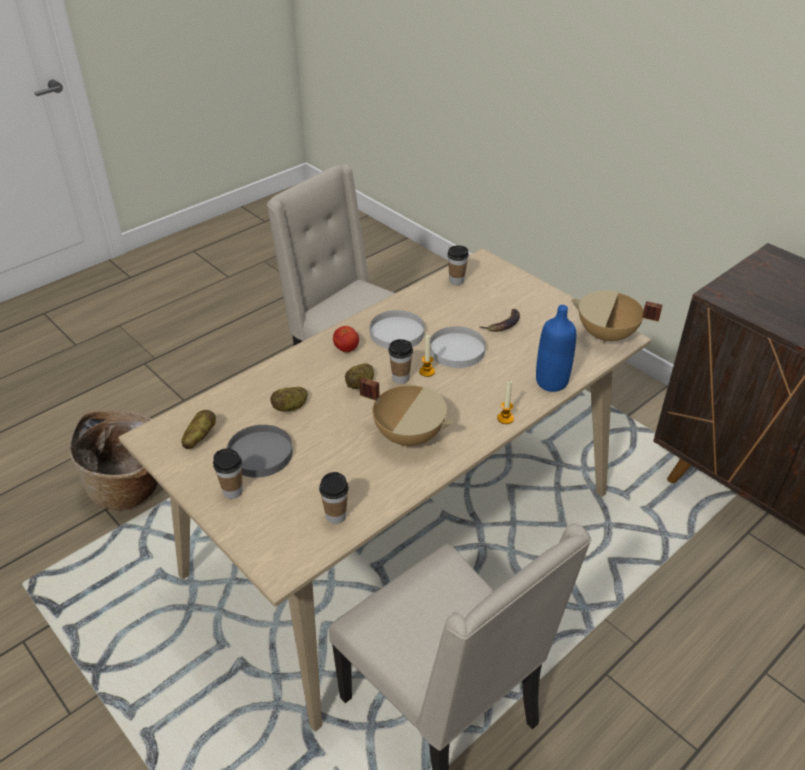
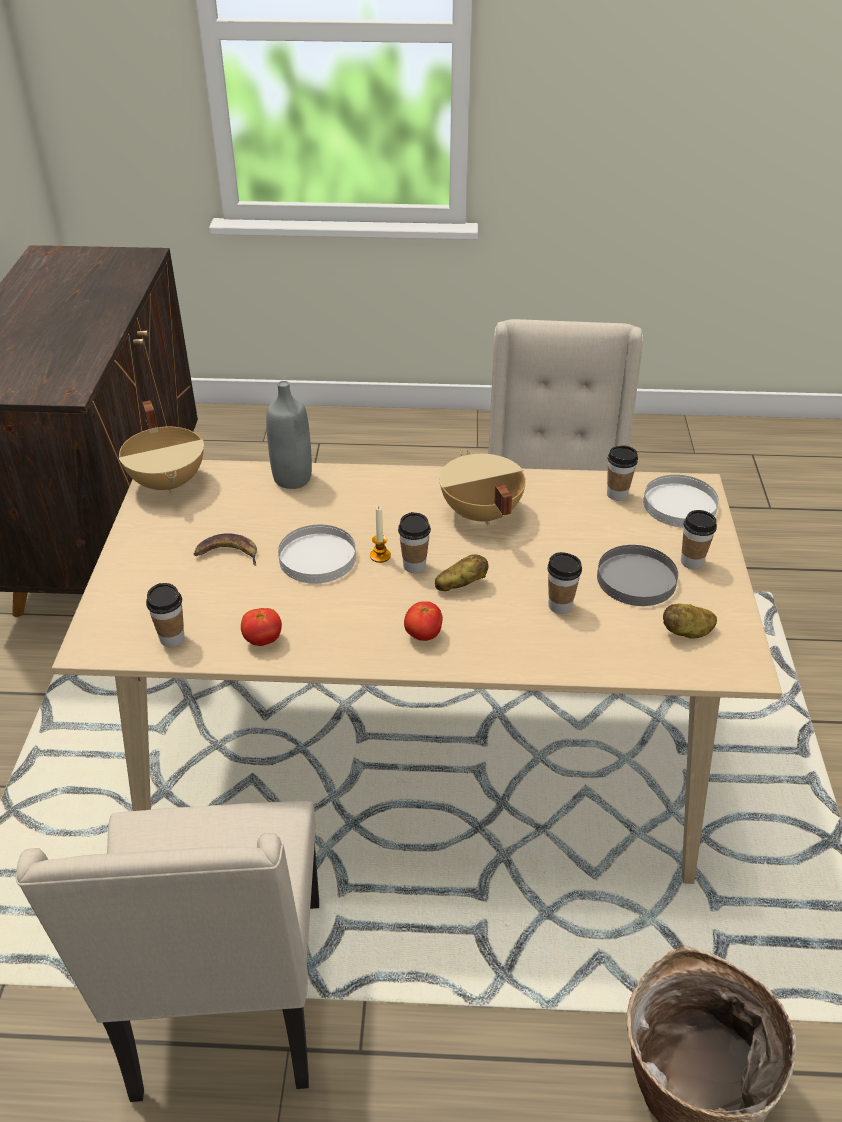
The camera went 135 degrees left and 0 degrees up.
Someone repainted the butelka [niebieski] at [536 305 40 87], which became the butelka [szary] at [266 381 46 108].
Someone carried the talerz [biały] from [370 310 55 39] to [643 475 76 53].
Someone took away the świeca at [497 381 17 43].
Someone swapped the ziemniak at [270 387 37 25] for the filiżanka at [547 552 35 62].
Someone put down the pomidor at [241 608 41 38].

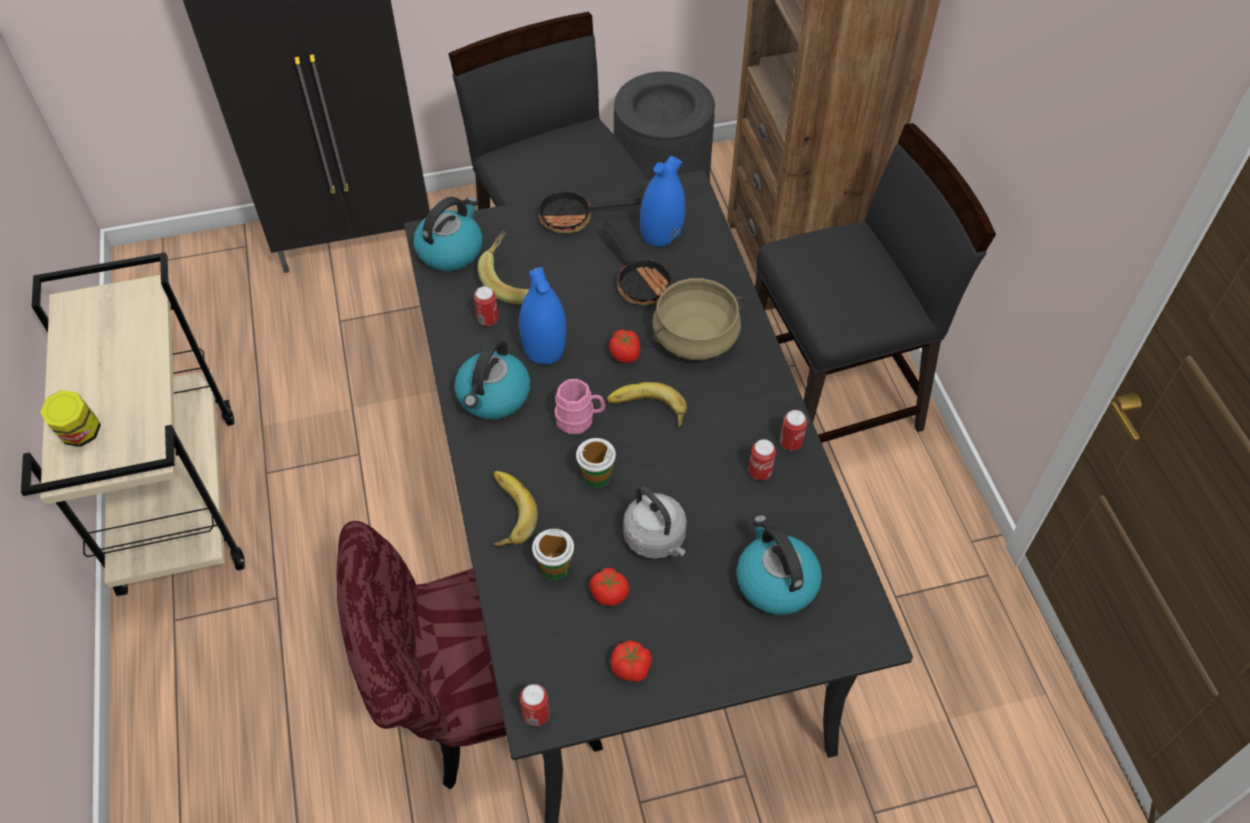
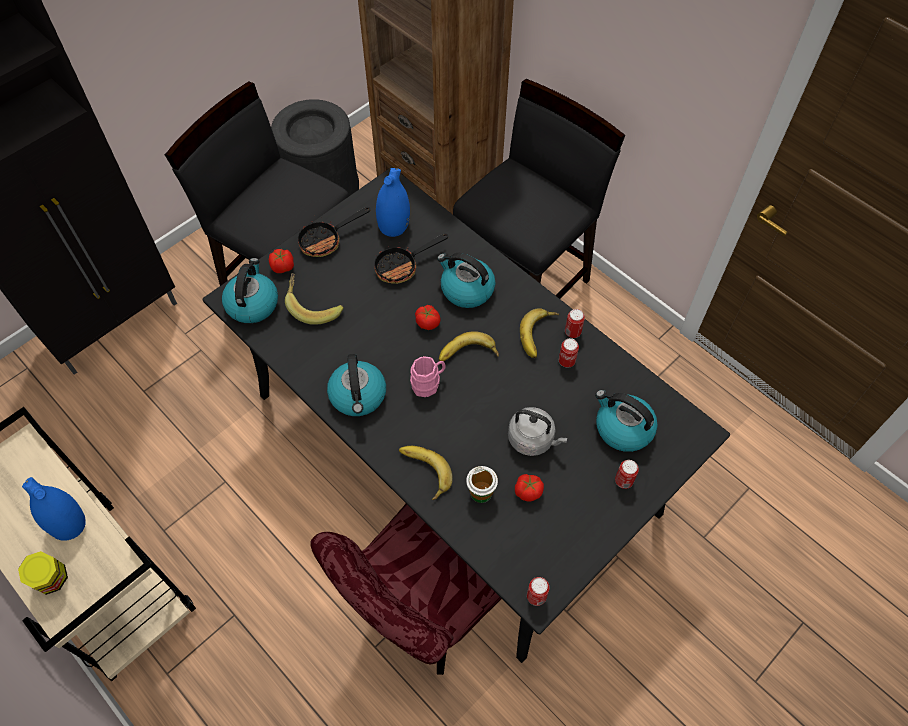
The camera went 30 degrees left and 5 degrees up.
Someone rotated the patelnia at [603 223 72 82] by 120 degrees clockwise.
Someone carried the wazon [niebieski] from [519 267 47 97] to [22 477 64 64].
Someone swapped the garnek [beżowy] at [653 278 92 82] for the czajnik at [437 253 59 55].
Someone carried the puszka from [474 286 25 40] to [615 460 24 29].
Someone took away the filiżanka at [576 438 40 50].
Someone carried the pomidor from [611 640 41 42] to [269 249 25 24].
Someone put down the banan at [520 308 39 50].

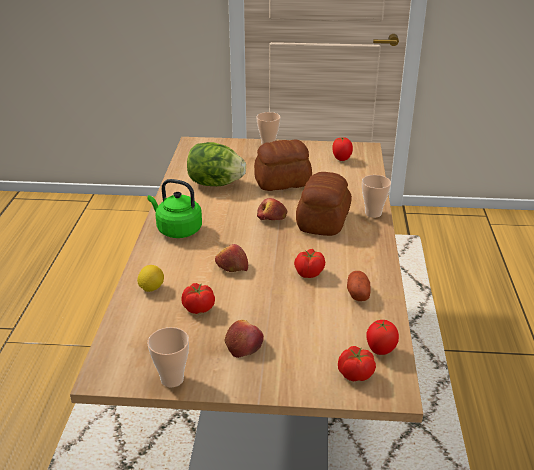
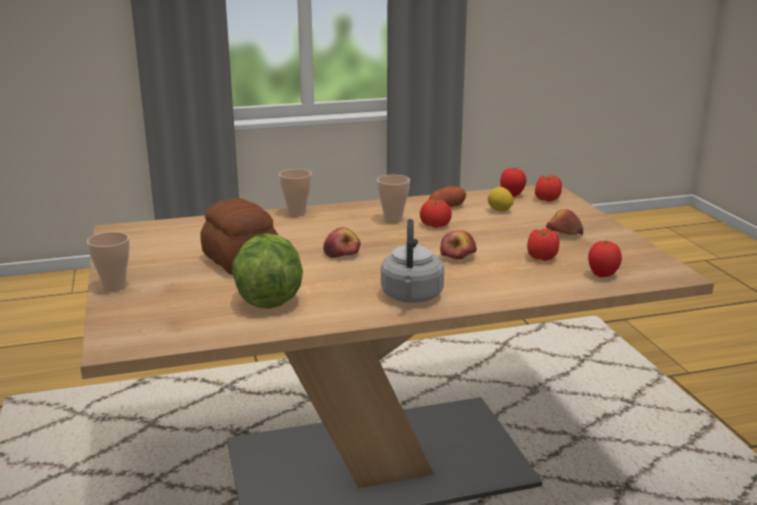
The camera went 110 degrees left and 10 degrees down.
Someone carried the pomidor from [332 137 21 24] to [588 241 34 36].
Someone took away the chleb at [296 172 56 64].
Someone repainted the czajnik [zielony] at [148 179 54 59], which became the czajnik [szary] at [381 219 63 84].
Someone carried the cytryna from [137 265 27 27] to [488 187 26 25].
Someone carried the filiżanka from [148 327 41 60] to [377 175 33 48].

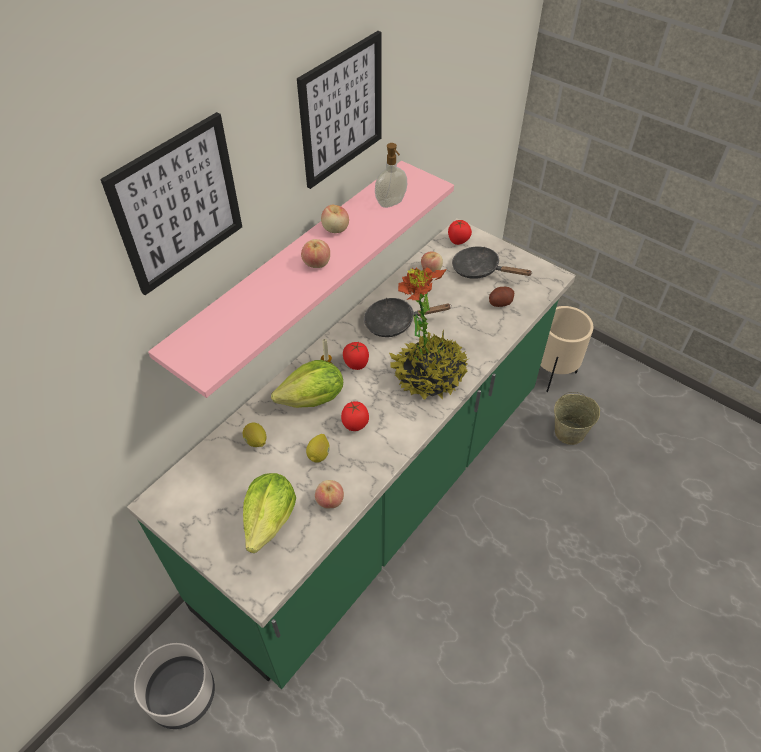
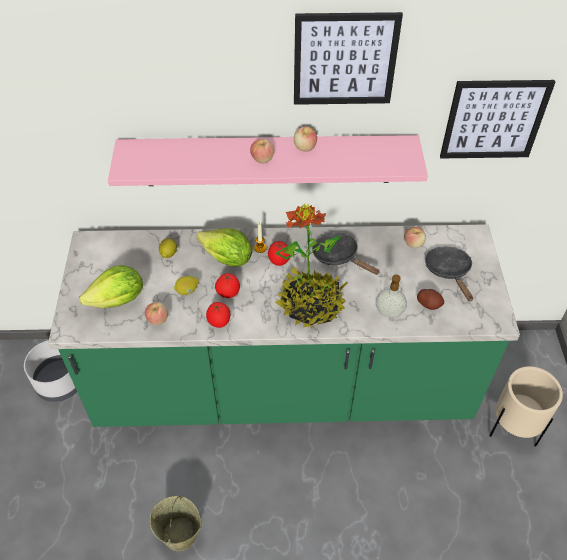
The camera went 50 degrees right and 0 degrees up.
Someone carried the obraz from [100 112 142 183] to [440 80 115 79].
Someone carried the dozownik mydła from [375 143 32 65] to [376 274 31 44].
Someone carried the pomidor from [448 220 24 25] to [206 302 24 26].
Someone carried the wiadro [beżowy] from [554 392 46 53] to [150 496 52 55].

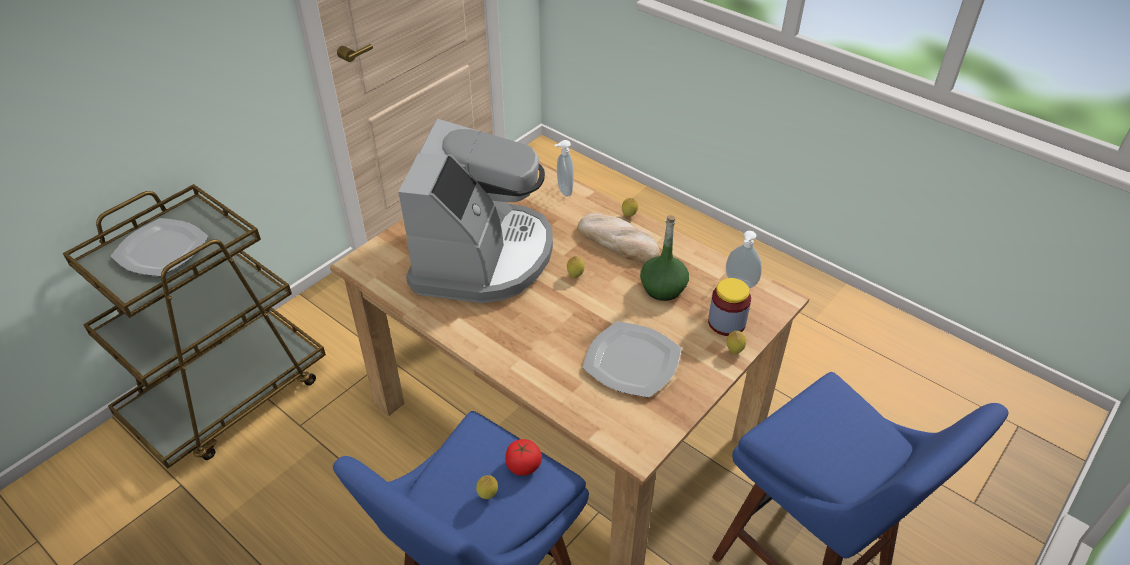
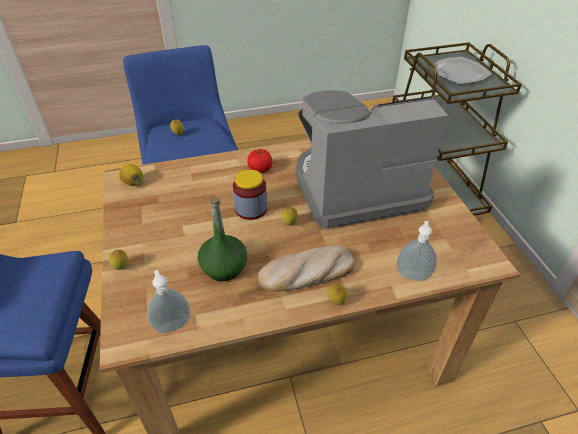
The camera went 125 degrees right and 0 degrees up.
Someone rotated the ekspres do kawy at [398 119 155 184] by 120 degrees clockwise.
Someone carried the słoik from [708 278 43 58] to [233 169 34 51].
Someone took away the talerz at [582 321 99 76].
Someone carried the pomidor from [505 439 37 37] to [247 149 25 24].
Someone put down the cytryna at [119 164 24 22].

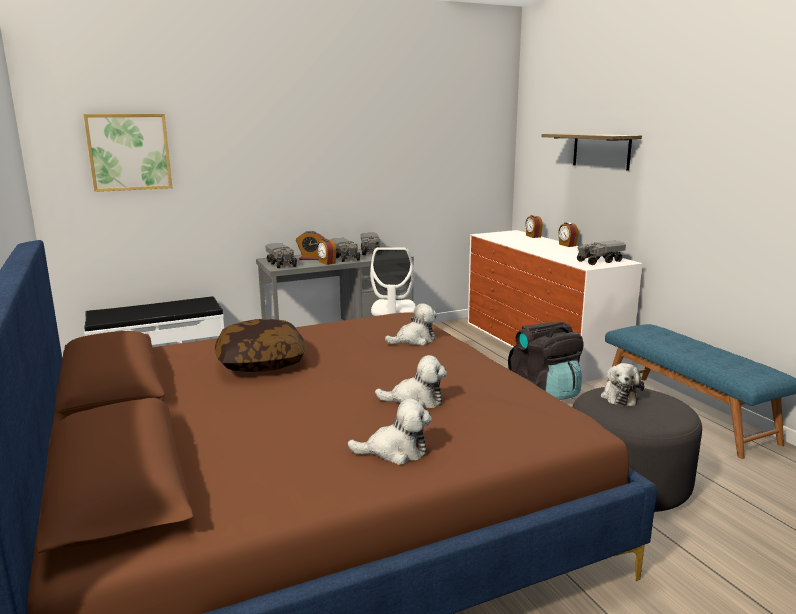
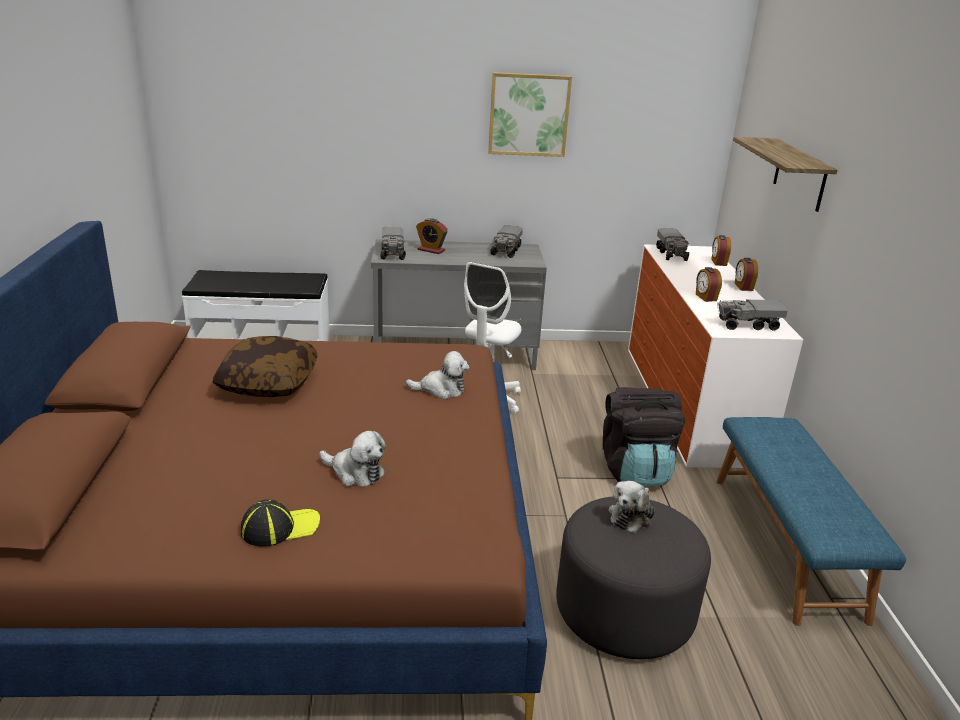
The camera went 20 degrees right and 10 degrees up.
Someone carried the obraz from [83 114 89 78] to [488 72 84 85].
Someone carried the ciężarówka zabawkowa from [331 238 29 24] to [656 228 33 33].
Someone carried the budzik from [317 239 19 26] to [696 267 26 35].
Someone swapped the pluszak at [347 398 85 67] for the czapka z daszkiem at [241 499 79 48].

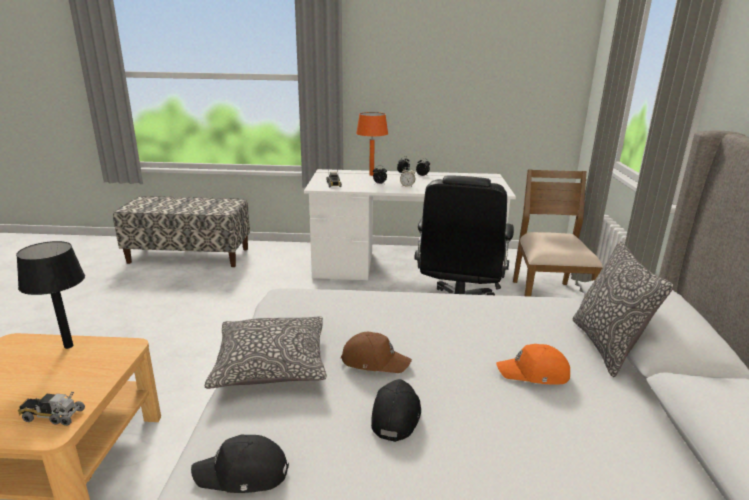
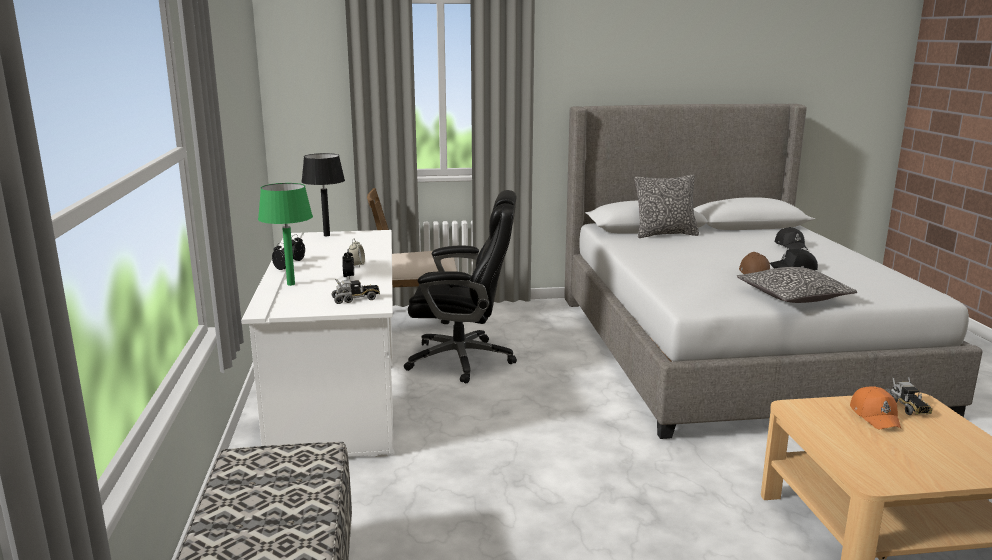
The camera went 100 degrees left and 5 degrees down.
Someone repainted the lampa stołowa [pomarańczowy] at [356 112 32 64], which became the lampa stołowa [zielony] at [258 183 55 103].
Someone carried the lampa stołowa [czarny] from [16 241 69 108] to [301 153 44 83].
Someone carried the czapka z daszkiem [pomarańczowy] from [496 344 74 40] to [850 387 51 42].
Someone carried the czapka z daszkiem [czarny] from [191 435 98 58] to [775 227 33 23].

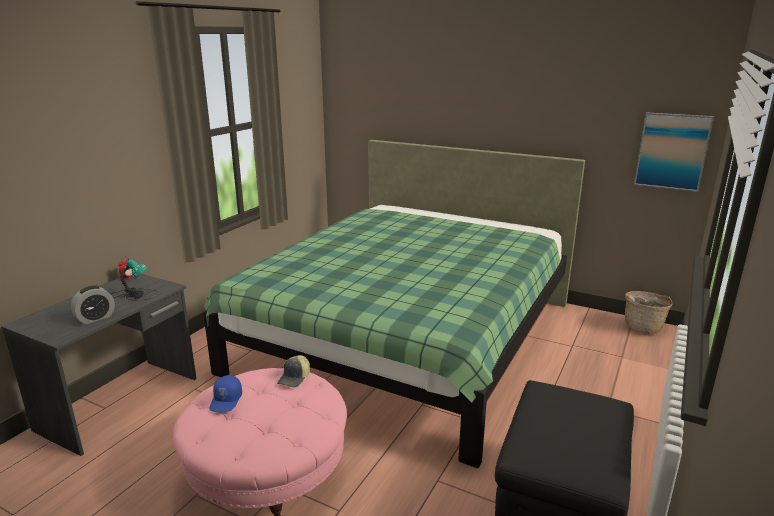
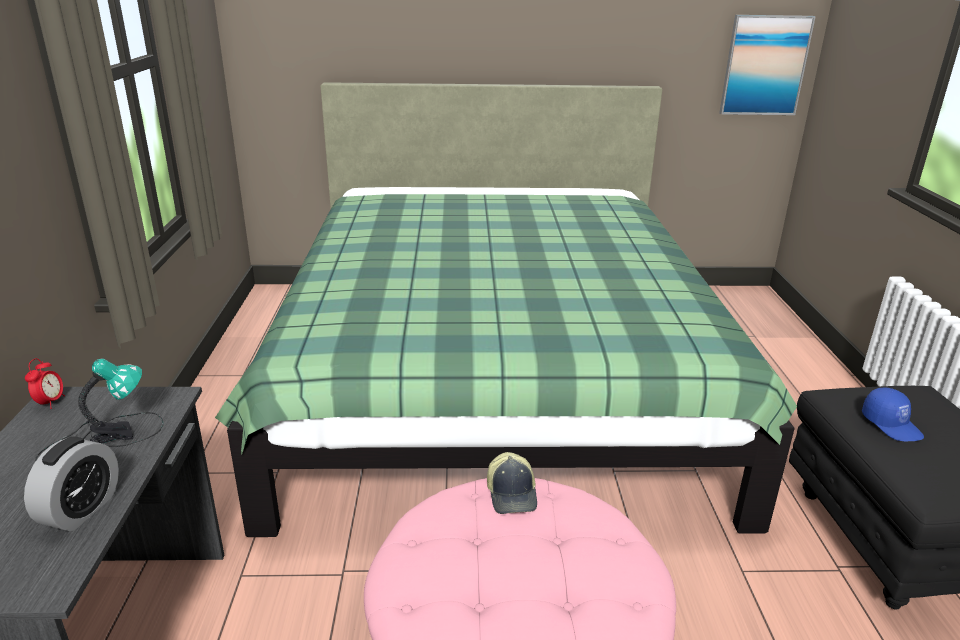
The camera went 30 degrees left and 5 degrees up.
Someone took away the koszyk at [625 291 48 43].
Someone carried the czapka z daszkiem [niebieski] from [210 375 32 38] to [862 388 62 53].

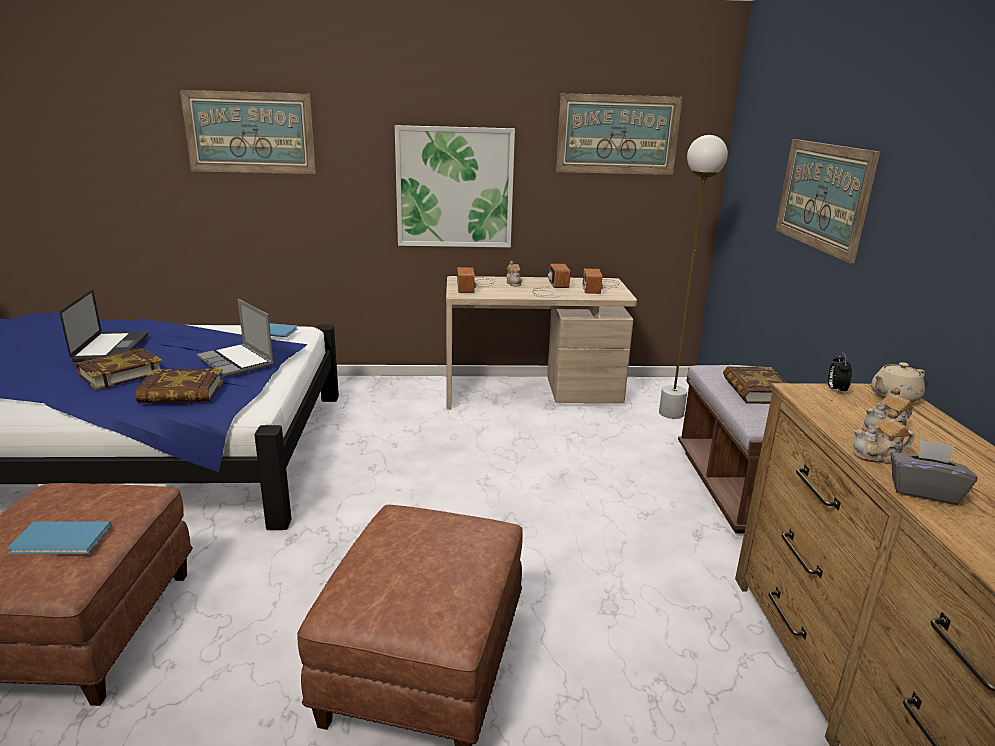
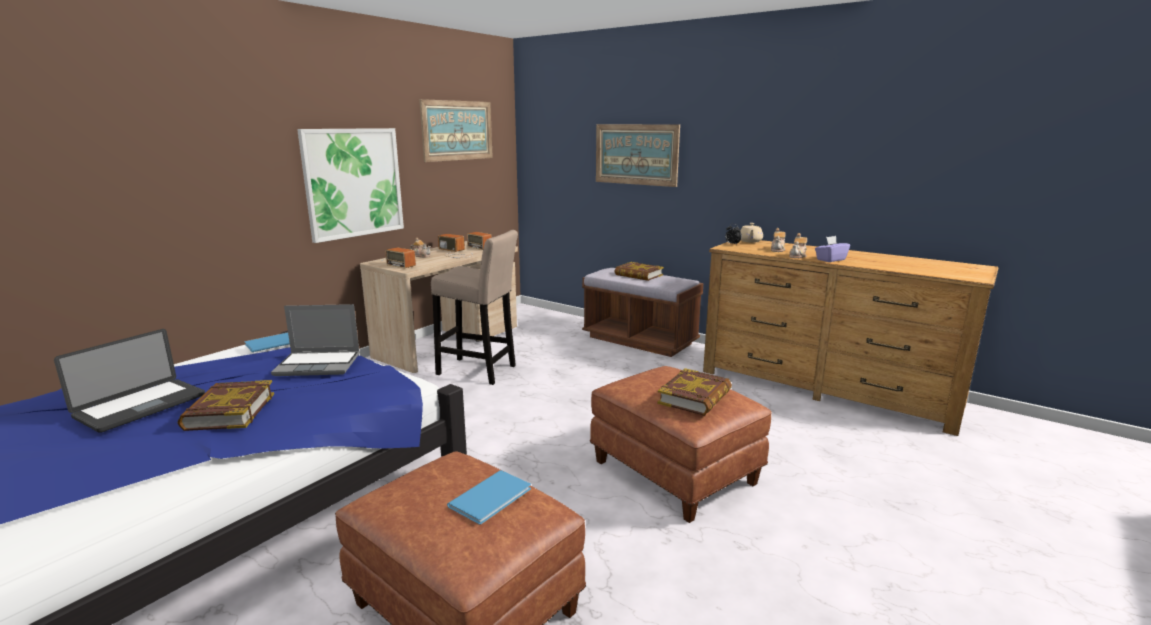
The camera went 50 degrees left and 5 degrees down.
Someone took away the obraz at [180 90 136 84].
Someone took away the lampa stojąca [biały] at [659 135 69 284].
Someone rotated the laptop at [60 290 88 72] by 90 degrees clockwise.
Someone carried the książka from [135 368 89 35] to [657 368 75 48].
Someone repainted the pudełko chusteczek [szary] at [891 439 87 66], which became the pudełko chusteczek [fioletowy] at [815 236 35 26].
Someone put down the stołek [beżowy] at [431 230 87 155].

